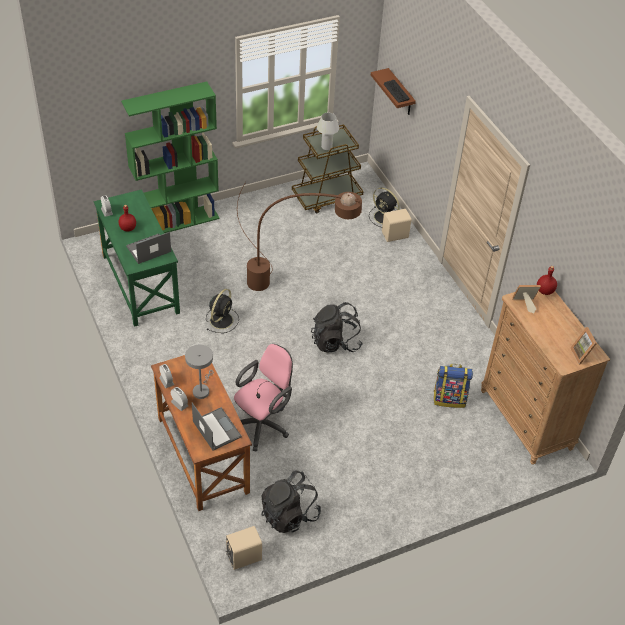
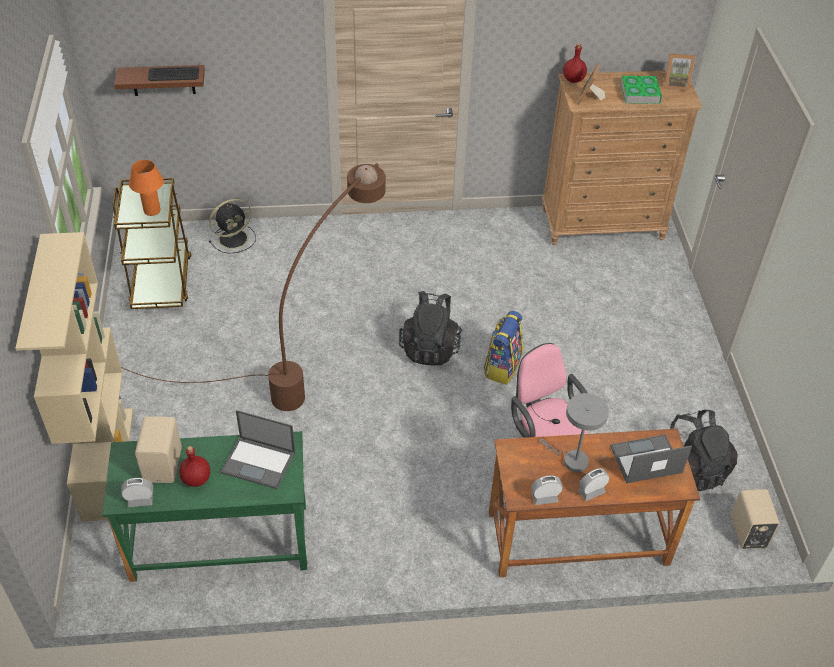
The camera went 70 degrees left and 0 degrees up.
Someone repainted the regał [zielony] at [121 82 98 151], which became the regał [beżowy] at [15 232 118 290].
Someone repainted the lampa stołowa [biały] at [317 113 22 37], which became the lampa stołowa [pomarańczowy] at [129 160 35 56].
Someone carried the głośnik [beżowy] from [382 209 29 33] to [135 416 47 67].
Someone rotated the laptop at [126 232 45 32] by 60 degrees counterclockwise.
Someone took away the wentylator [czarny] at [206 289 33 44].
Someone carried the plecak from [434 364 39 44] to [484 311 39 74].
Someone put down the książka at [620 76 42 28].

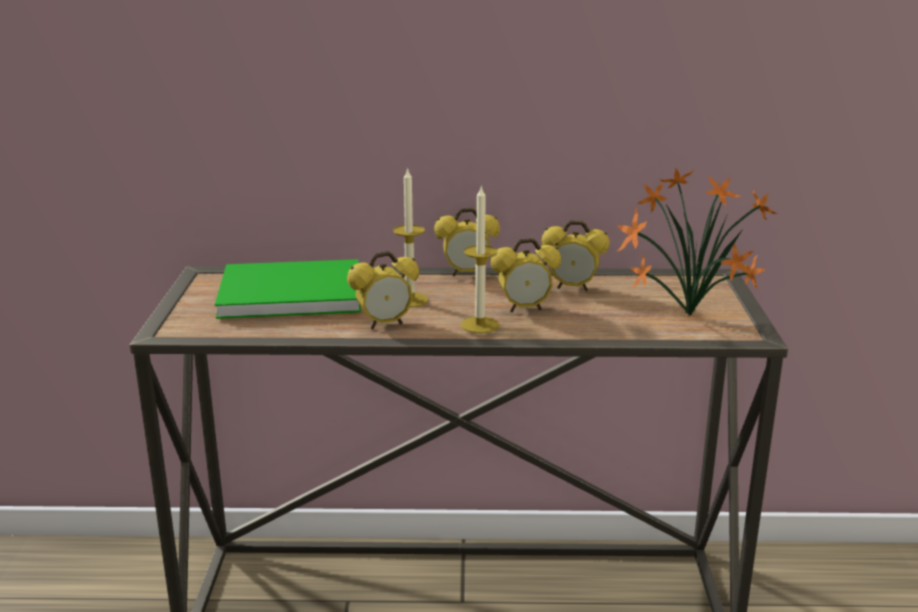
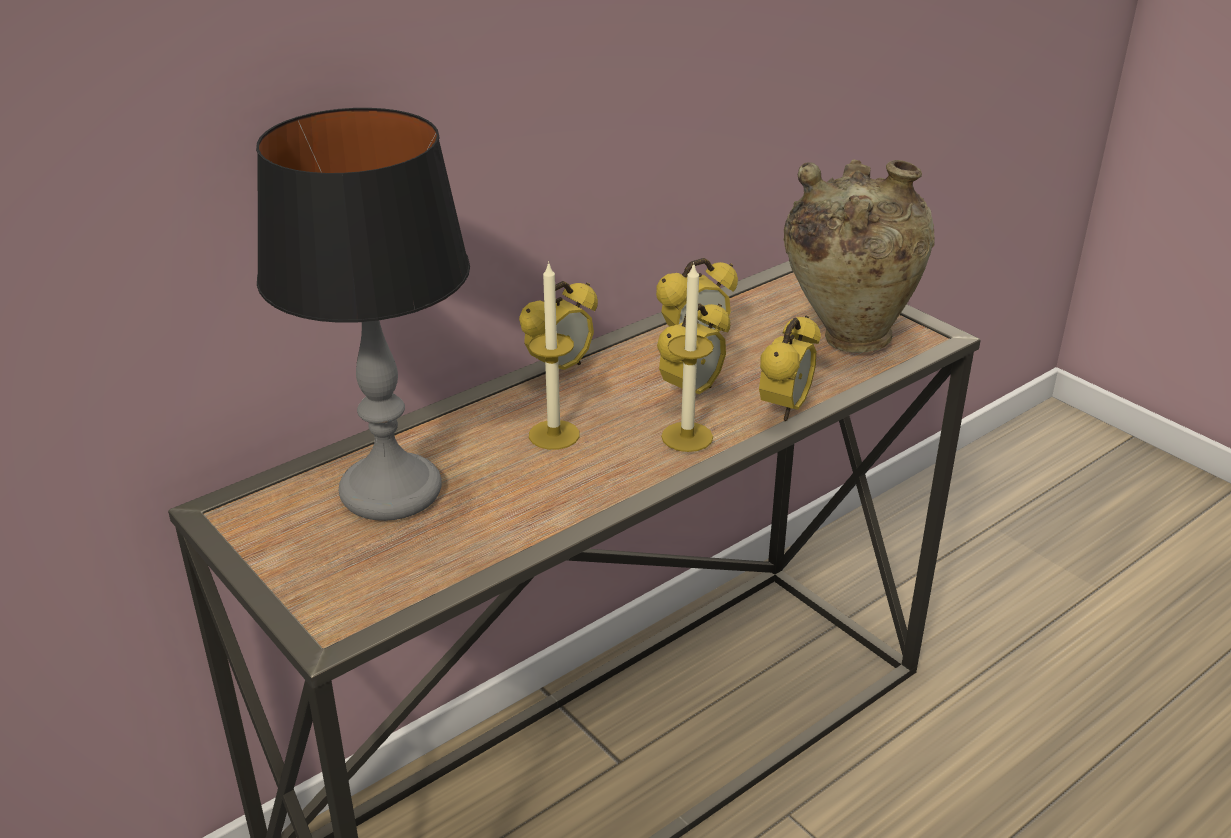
The camera went 40 degrees left and 10 degrees up.
Someone swapped the roślina doniczkowa at [617 168 160 148] for the wazon [beżowy] at [783 159 152 194].
Someone carried the budzik from [347 251 72 78] to [759 316 62 105].
Someone swapped the książka [zielony] at [215 259 146 60] for the lampa stołowa at [256 108 214 413].

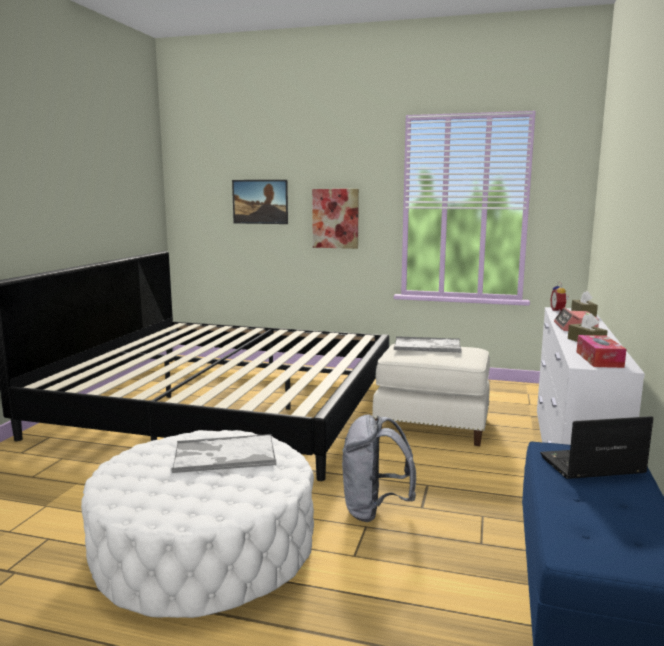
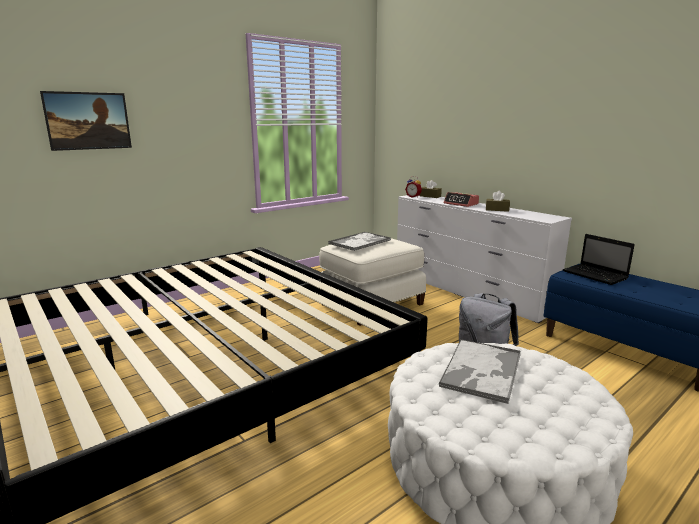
The camera went 55 degrees left and 5 degrees up.
Someone took away the obraz at [312 189 47 60].
Someone took away the pudełko chusteczek at [577 335 49 33].
Someone rotated the laptop at [540 416 113 63] by 60 degrees counterclockwise.

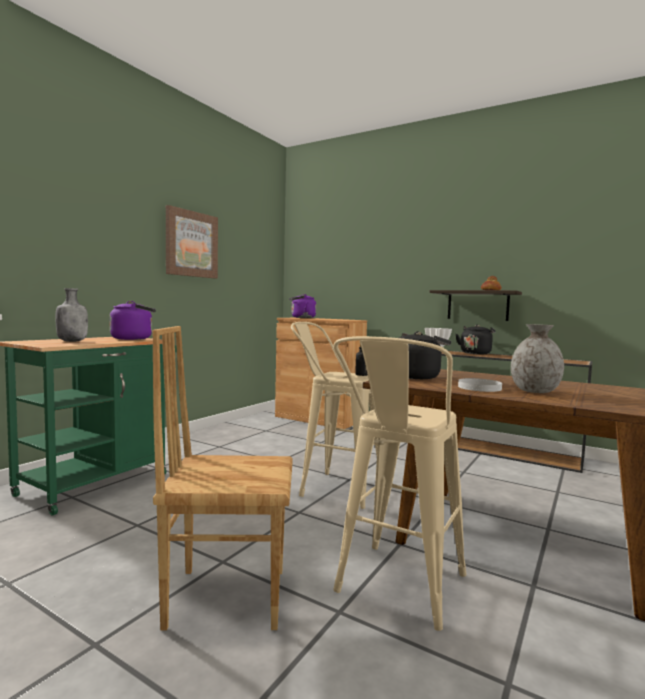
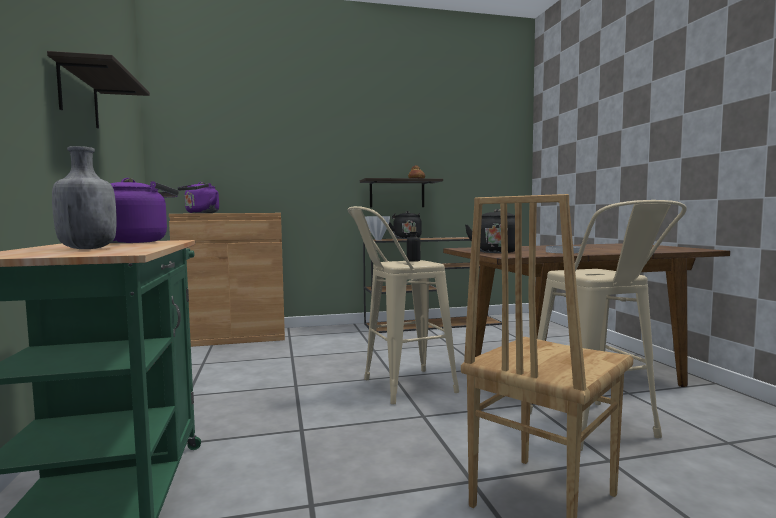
The camera went 45 degrees left and 0 degrees up.
Someone swapped the obraz at [166 205 52 74] for the półka at [47 51 103 77].
Someone took away the wazon [szary] at [511 324 53 69].

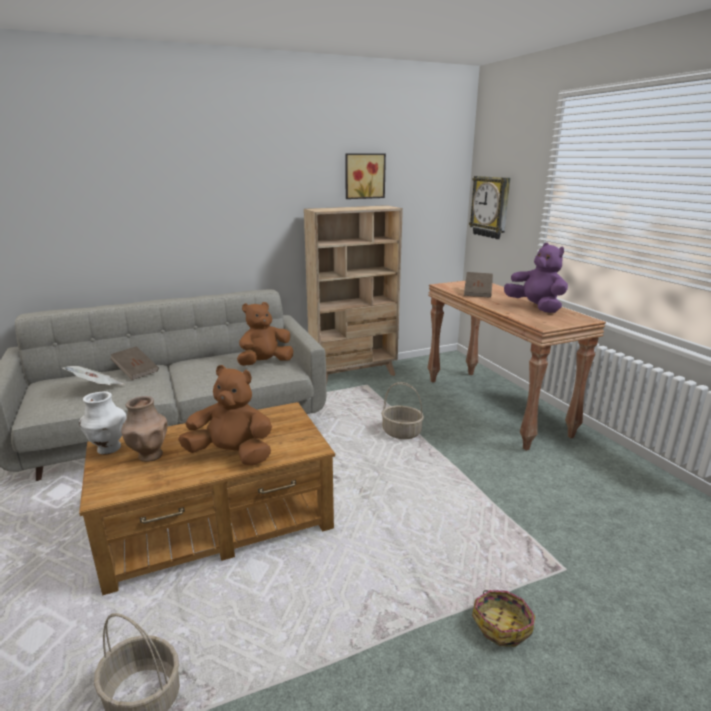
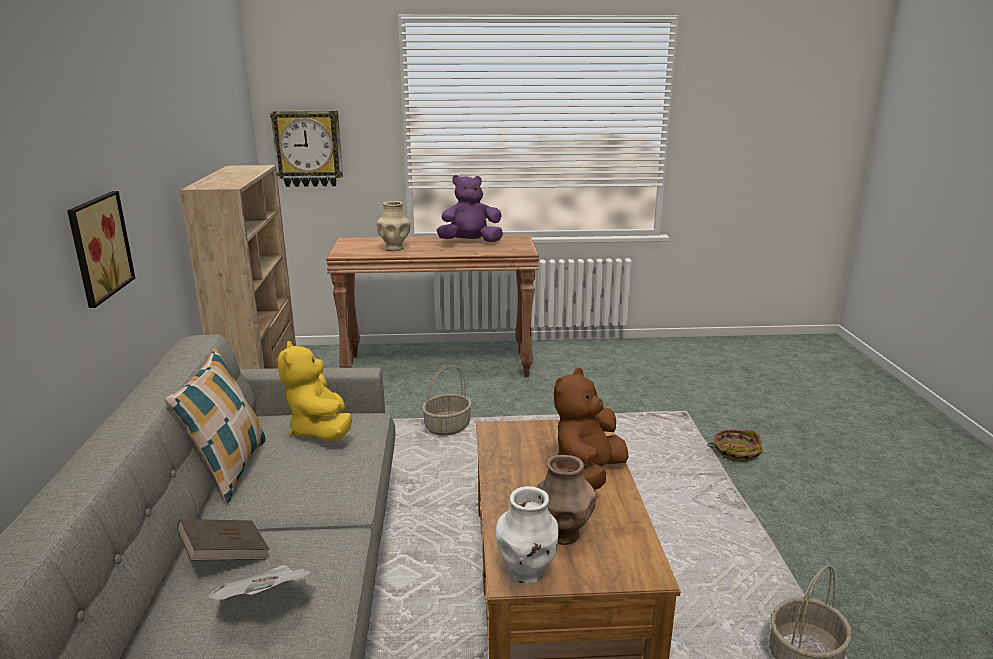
The camera went 70 degrees left and 0 degrees up.
Someone carried the obraz from [345 154 41 45] to [67 191 68 117].
Someone swapped the książka [brązowy] at [464 272 29 26] for the wazon [beżowy] at [377 201 34 50].
Someone repainted the pluszak [brązowy] at [237 302 56 64], which became the pluszak [żółty] at [278 341 74 100].
Someone put down the poduszka at [165 348 101 155].

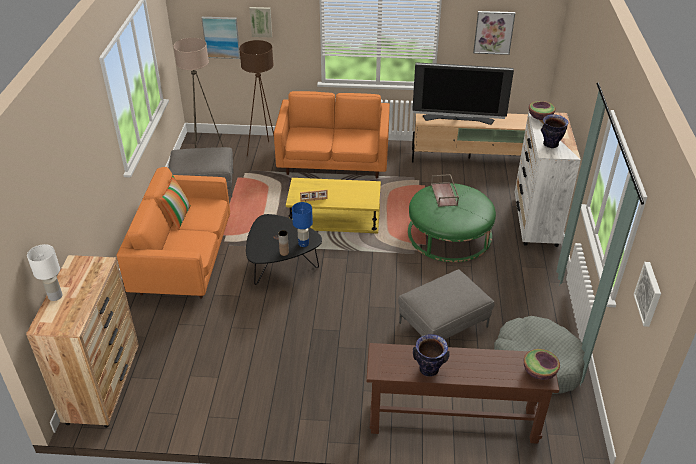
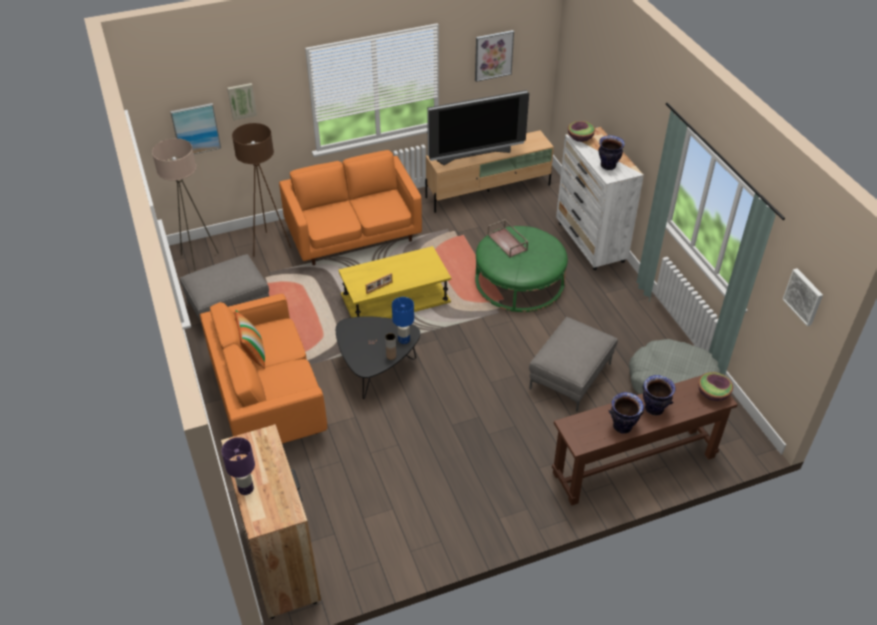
The camera went 25 degrees left and 5 degrees up.
Someone repainted the lampa stołowa [biały] at [27 244 35 57], which became the lampa stołowa [fioletowy] at [221 437 34 58].
Someone put down the wazon at [643 375 33 41].

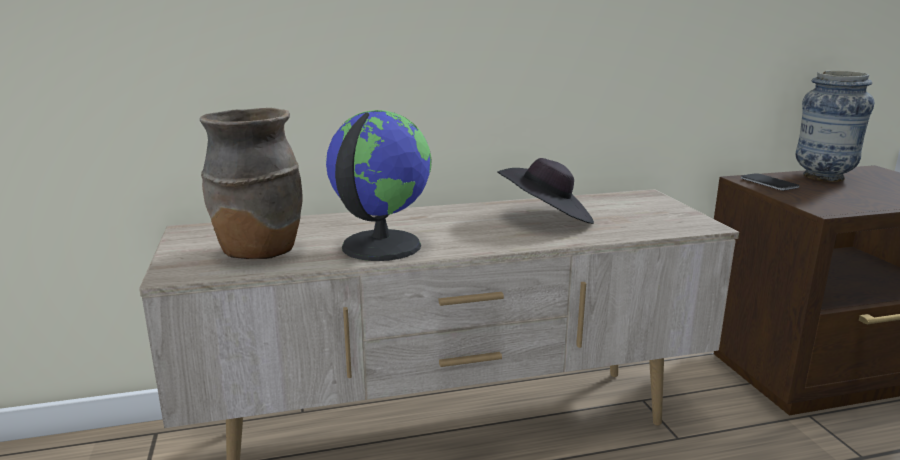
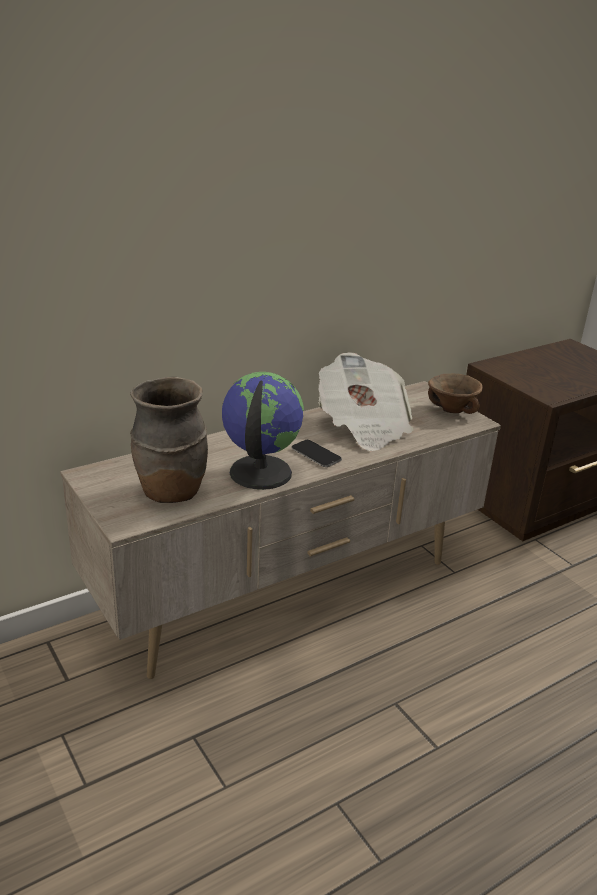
The camera went 20 degrees left and 10 degrees up.
Someone took away the wazon at [796 71 78 111].
Someone swapped the kapelusz [czarny] at [498 158 96 66] for the gazeta at [318 352 95 100].
Someone carried the telefon from [741 173 58 18] to [292 440 50 27].
Someone put down the miska [brązowy] at [428 374 55 40].

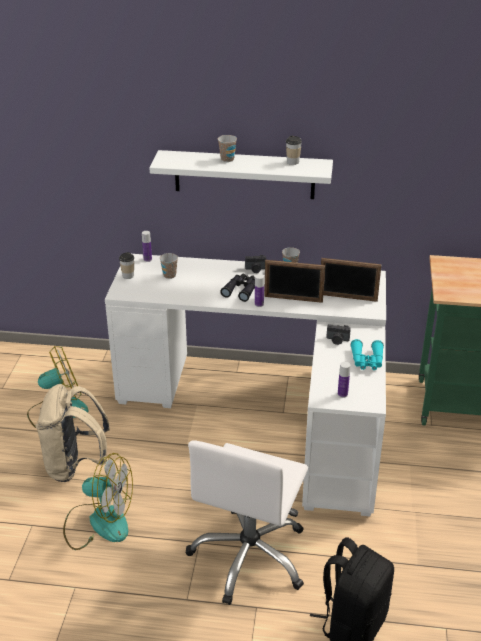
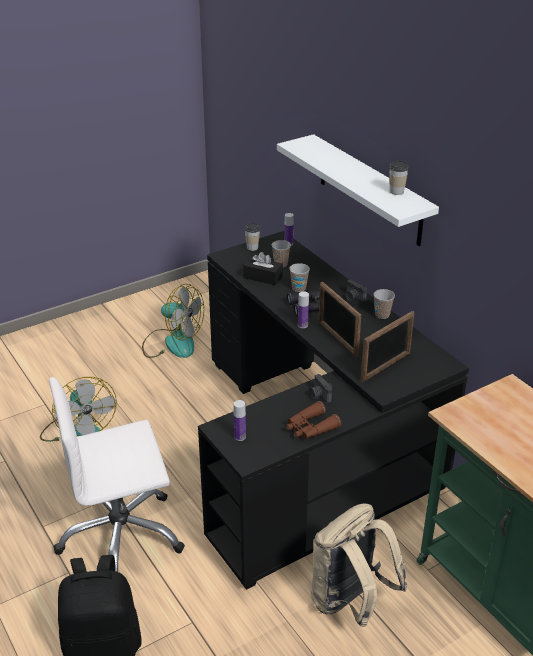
The camera went 50 degrees right and 0 degrees up.
Someone carried the filiżanka from [218 135 19 27] to [289 263 21 29].
Someone repainted the biurko [biały] at [105 254 281 262], which became the biurko [czarny] at [198 231 271 359].
Someone rotated the ramka na zdjęcie at [321 258 61 44] by 105 degrees counterclockwise.
Someone repainted the lornetka [turkusowy] at [351 339 33 31], which became the lornetka [brązowy] at [286 401 55 38].
Someone carried the plecak [beżowy] from [36 384 74 98] to [311 503 97 124].
Someone put down the pudełko chusteczek [czarny] at [243 252 40 33].

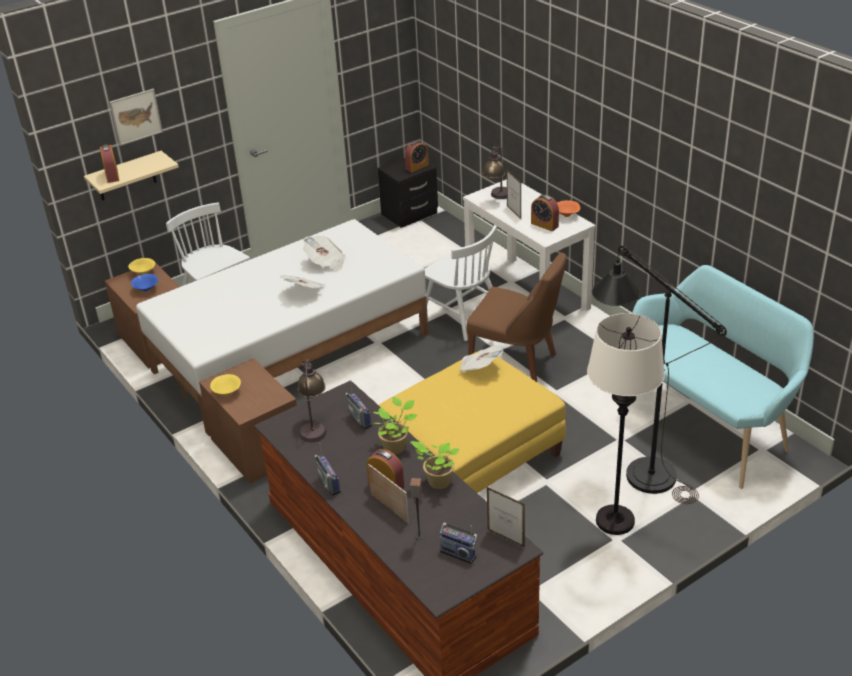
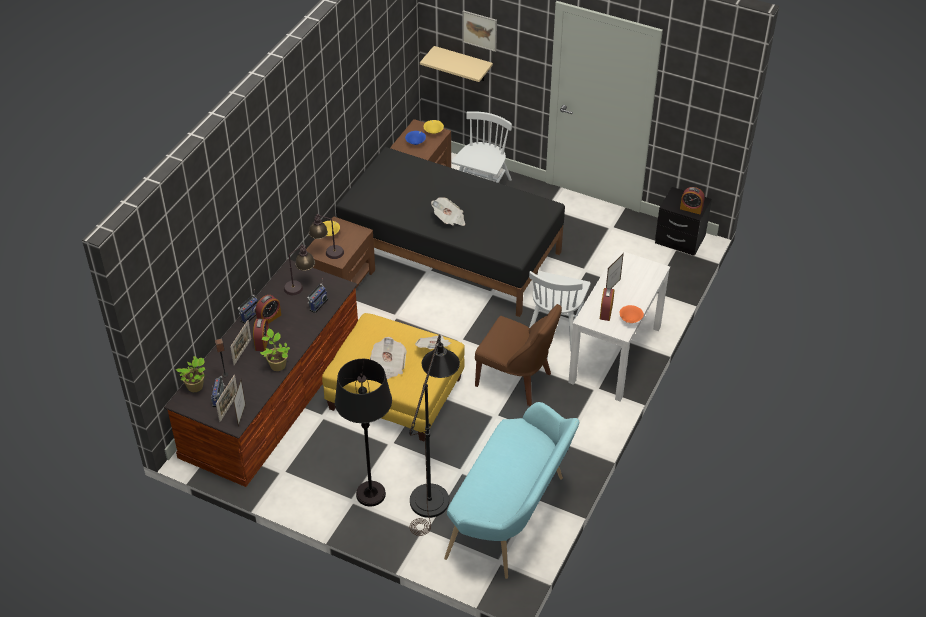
The camera went 60 degrees right and 10 degrees up.
Someone carried the budzik from [100 144 19 39] to [256 295 25 29].
Someone carried the lampa stołowa from [483 147 24 52] to [309 214 35 45].
Someone repainted the łóżko [biały] at [136 219 293 217], which became the łóżko [czarny] at [336 147 229 170].
Someone carried the gazeta from [303 236 43 34] to [370 337 37 42].
Someone rotated the krzesło [brązowy] at [466 253 101 129] by 60 degrees counterclockwise.
Someone repainted the lampa stojąca [biały] at [587 313 78 222], which became the lampa stojąca [czarny] at [335 359 57 148].
Someone carried the roślina doniczkowa from [373 397 45 58] to [176 356 29 36].
Someone put down the ramka na zdjęcie at [216 375 21 47].

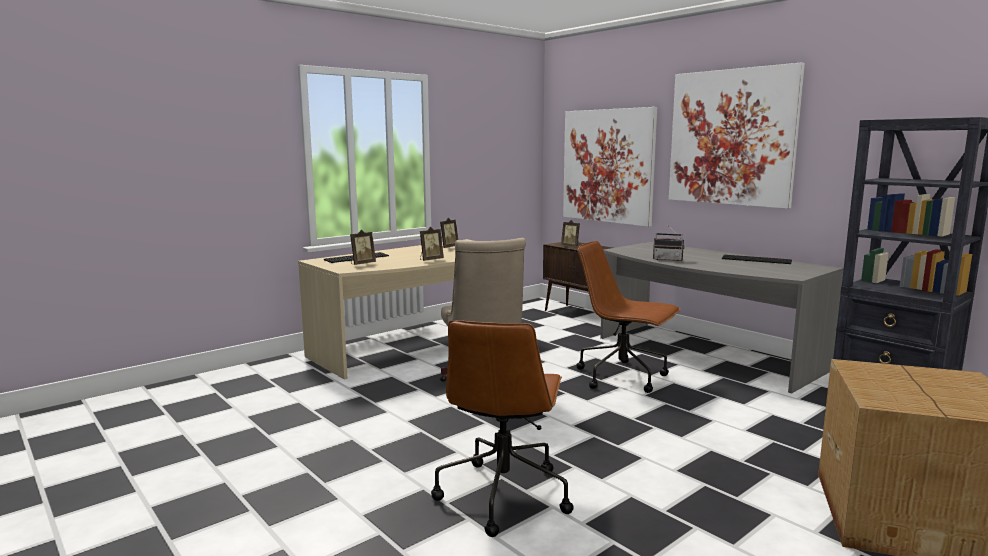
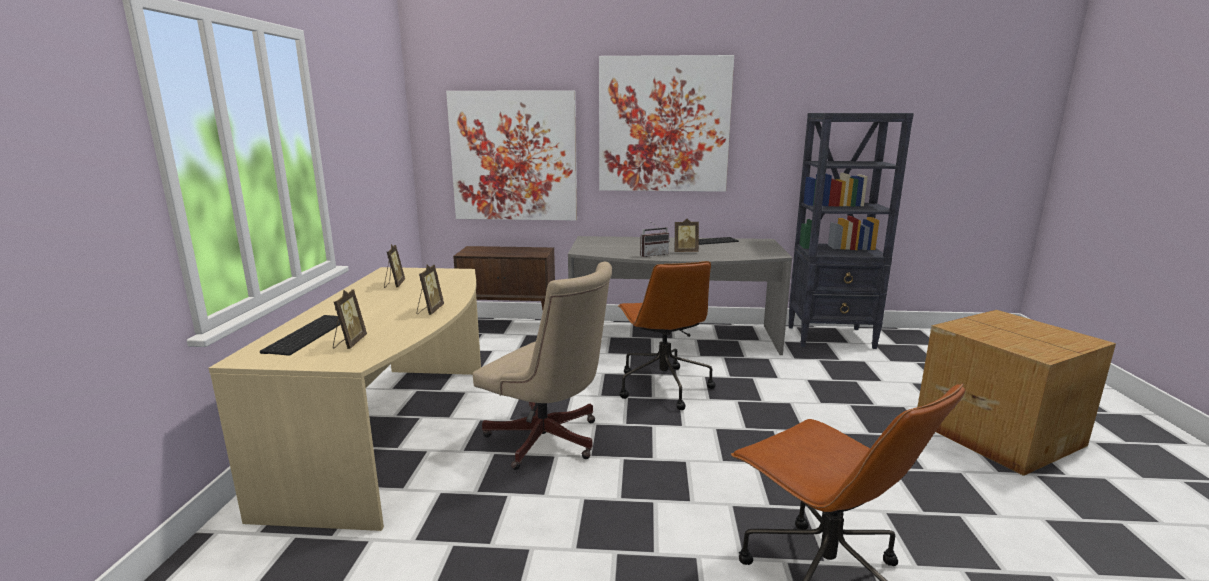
The camera went 45 degrees left and 5 degrees up.
Someone carried the ramka na zdjęcie from [561 220 19 27] to [675 219 24 33].
Someone rotated the krzesło biurowe [brązowy] at [576 241 104 152] by 90 degrees counterclockwise.

